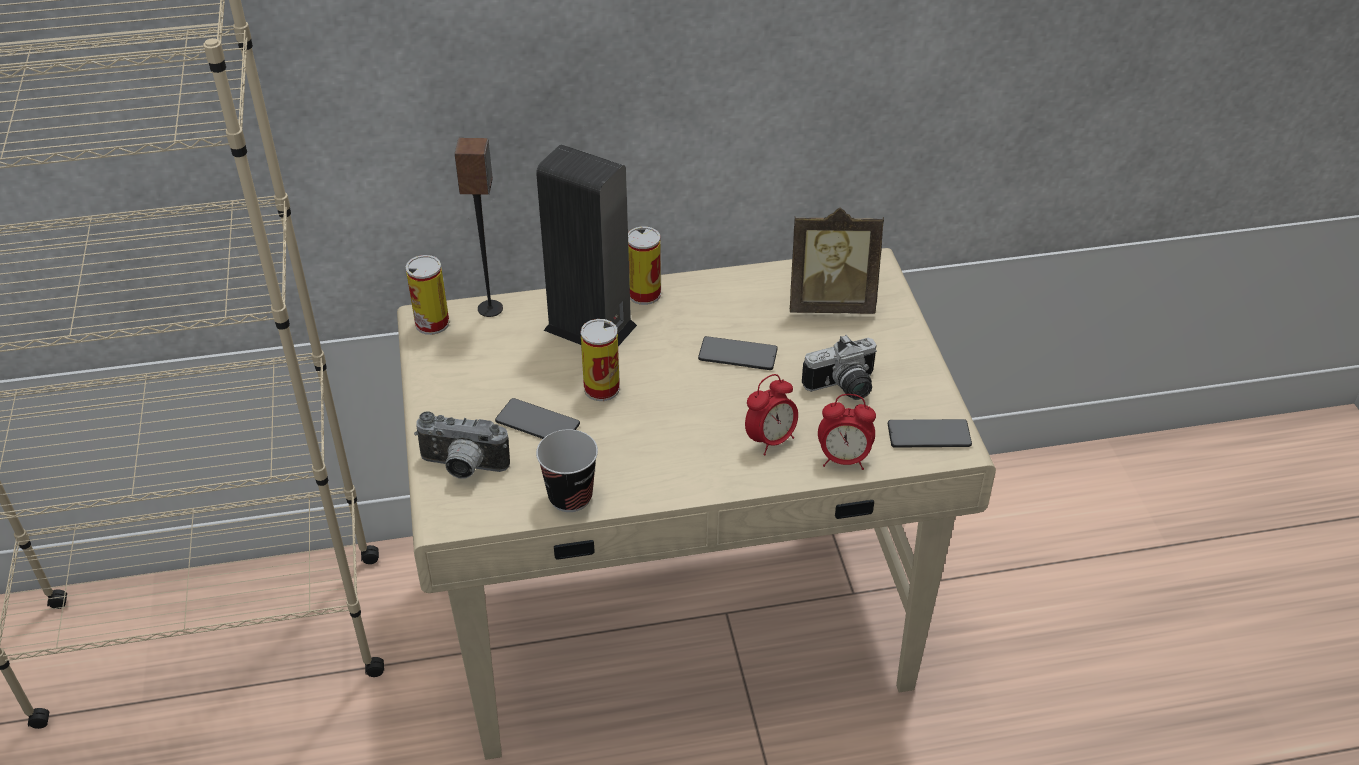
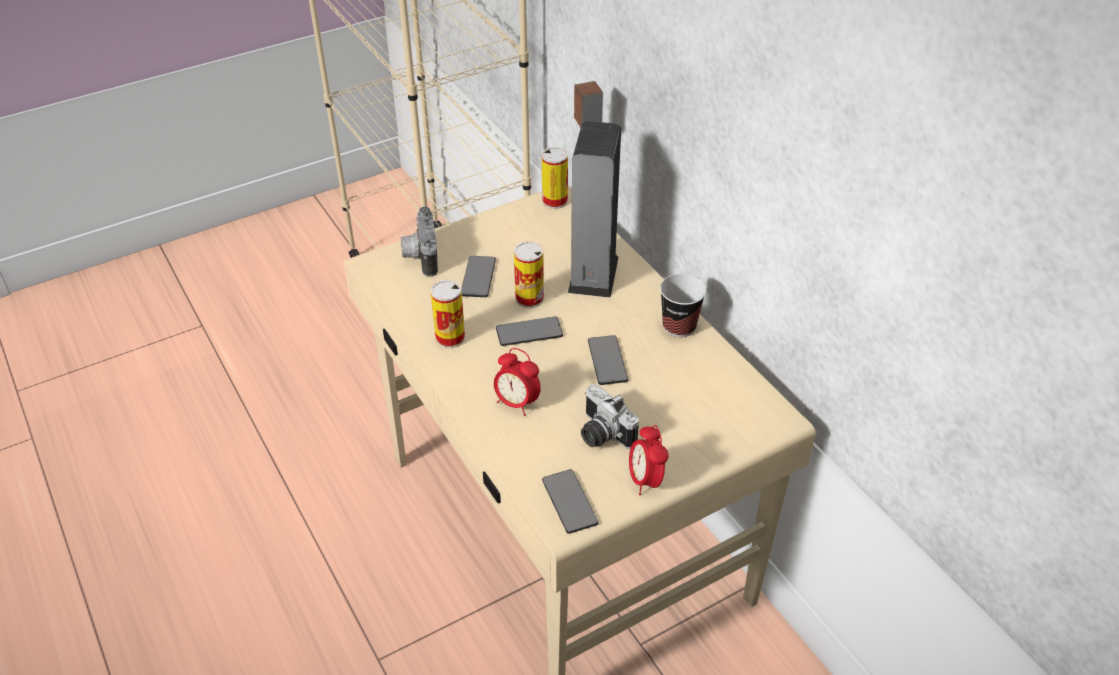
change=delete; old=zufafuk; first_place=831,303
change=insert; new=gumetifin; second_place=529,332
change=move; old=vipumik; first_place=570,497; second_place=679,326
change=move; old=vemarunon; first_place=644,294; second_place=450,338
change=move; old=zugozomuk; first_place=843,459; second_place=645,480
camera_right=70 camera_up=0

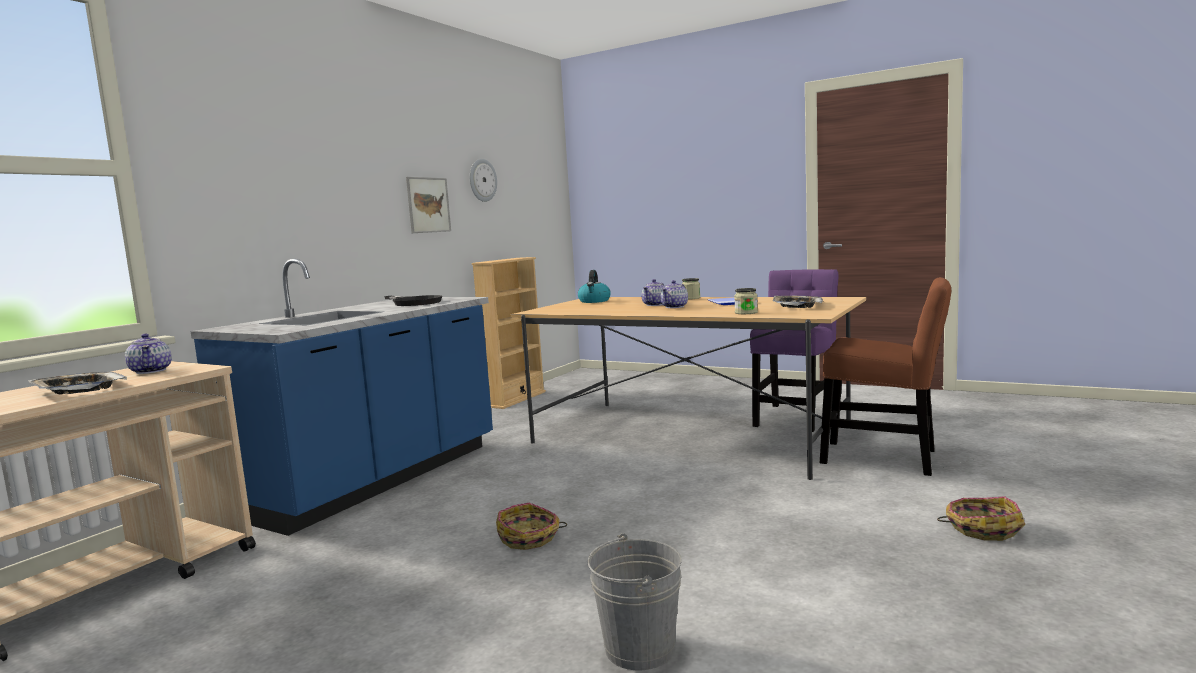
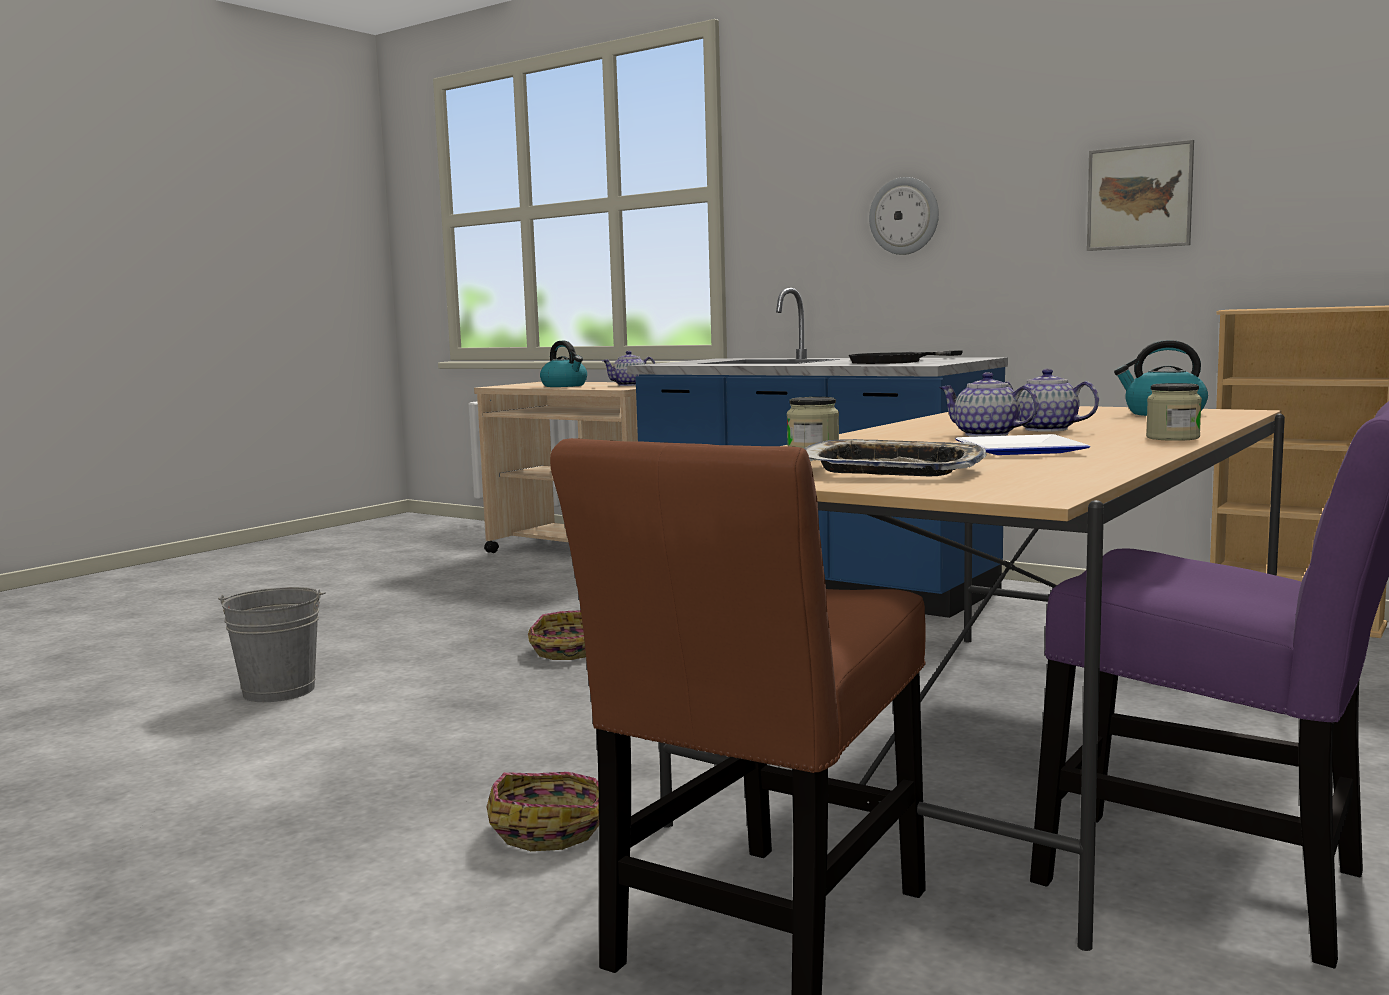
change=move; old=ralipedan; first_place=482,180; second_place=904,216
change=move; old=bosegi; first_place=981,529; second_place=551,828
change=replace; old=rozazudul; new=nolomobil; first_place=78,389; second_place=565,386
camera_right=95 camera_up=0

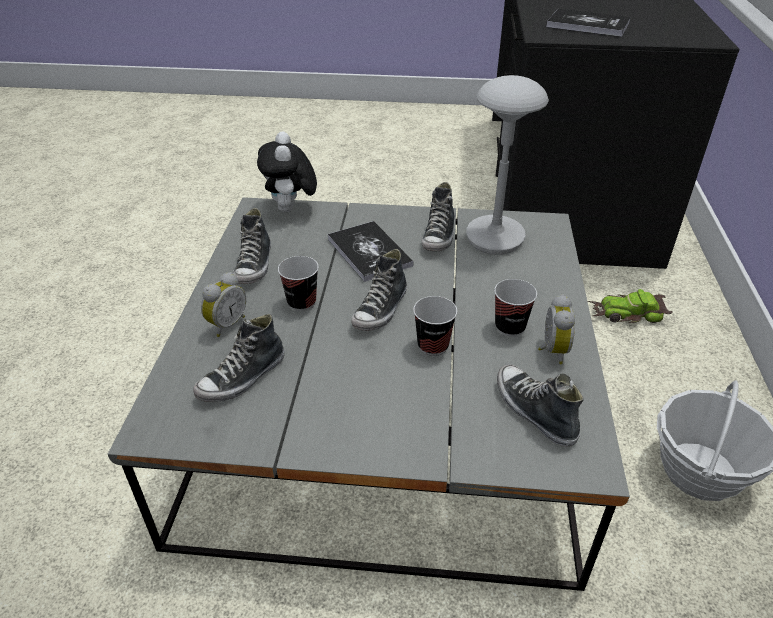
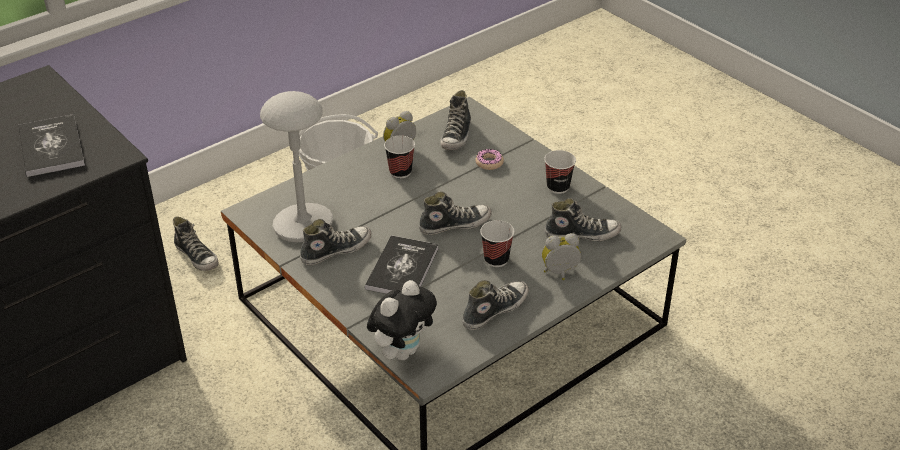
change=insert; new=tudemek; second_place=489,163
change=move; old=vipumik; first_place=433,345; second_place=558,187
change=replace; old=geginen; new=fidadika; first_place=627,313; second_place=197,257
camera_right=-135 camera_up=0

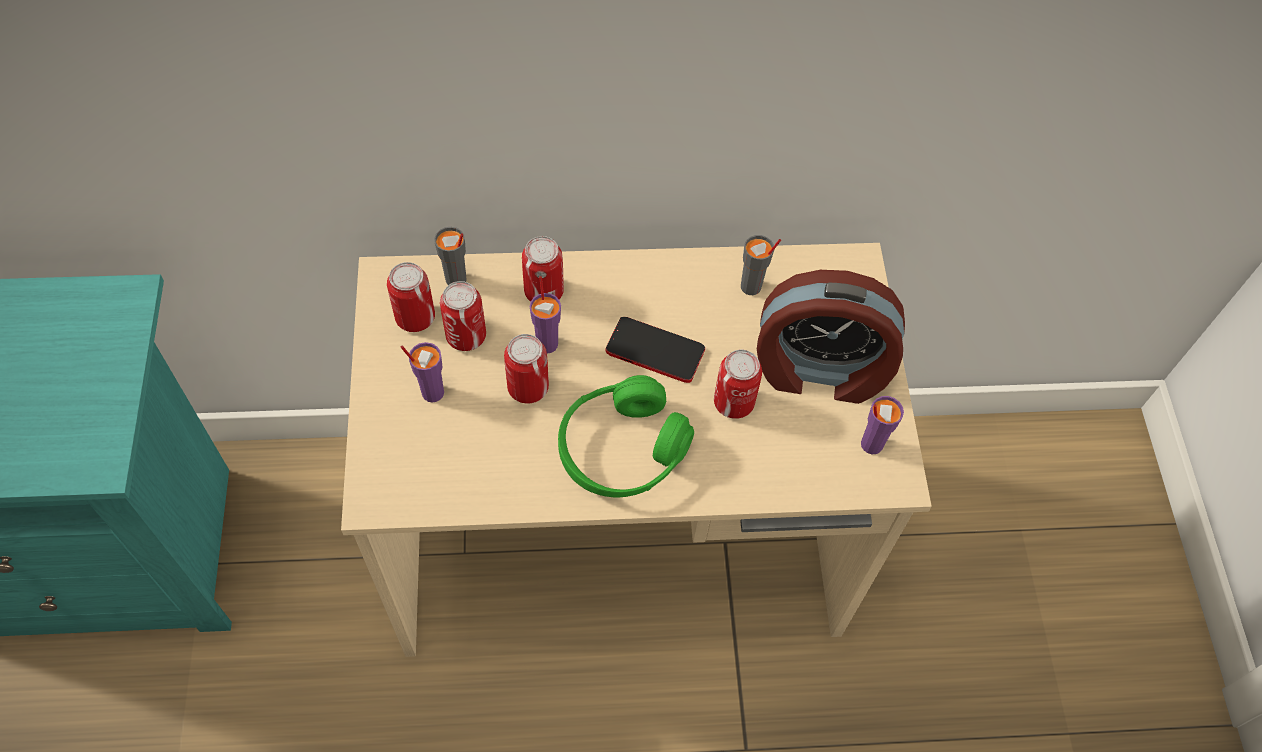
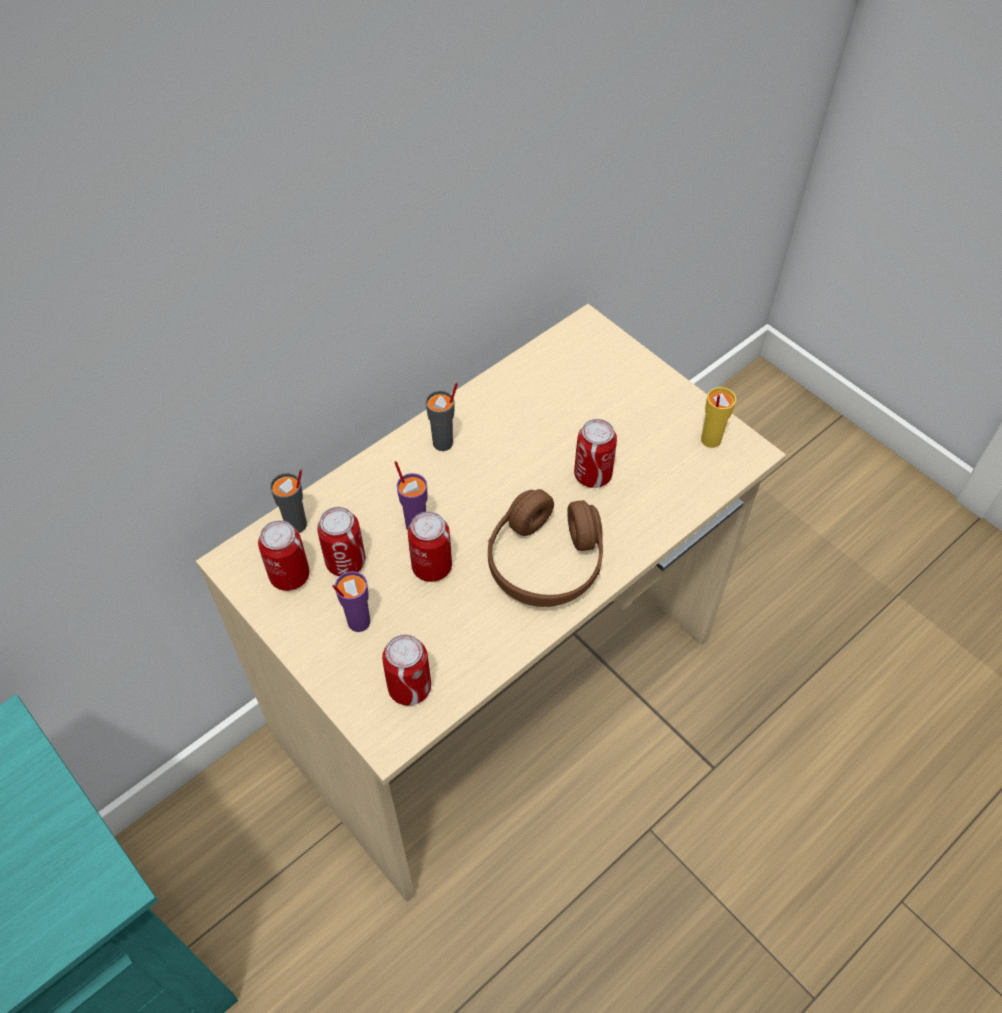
change=delete; old=gumetifin; first_place=655,350
change=delete; old=zugozomuk; first_place=820,370
change=move; old=vemarunon; first_place=544,291; second_place=409,687
change=move; old=grey vipumik; first_place=751,287; second_place=443,443
change=recolor; old=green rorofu; new=brown rorofu; first_place=622,449; second_place=545,562
change=recolor; old=purple vipumik; new=yellow vipumik; first_place=871,444; second_place=710,440
camera_right=-35 camera_up=-5

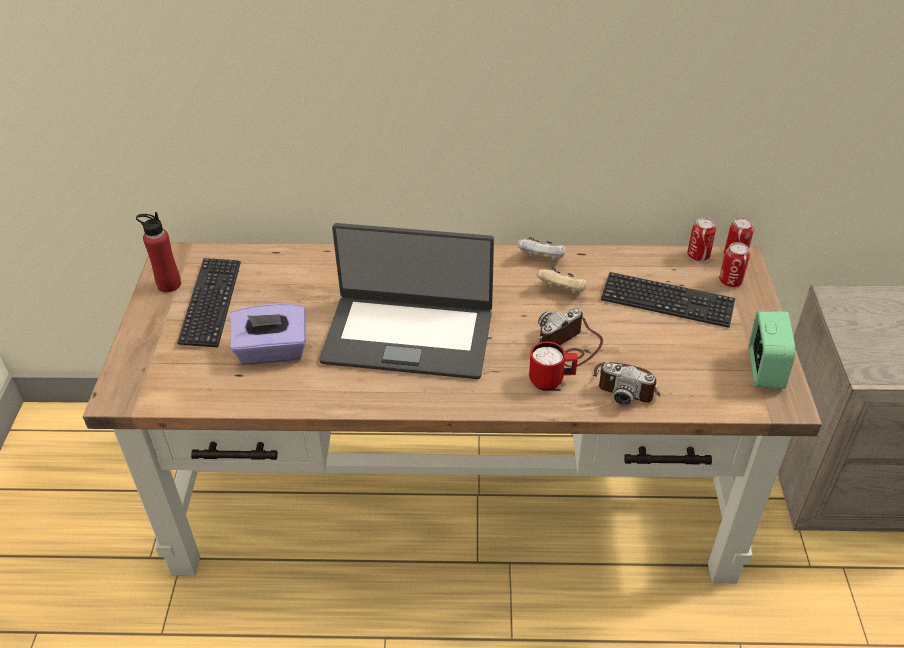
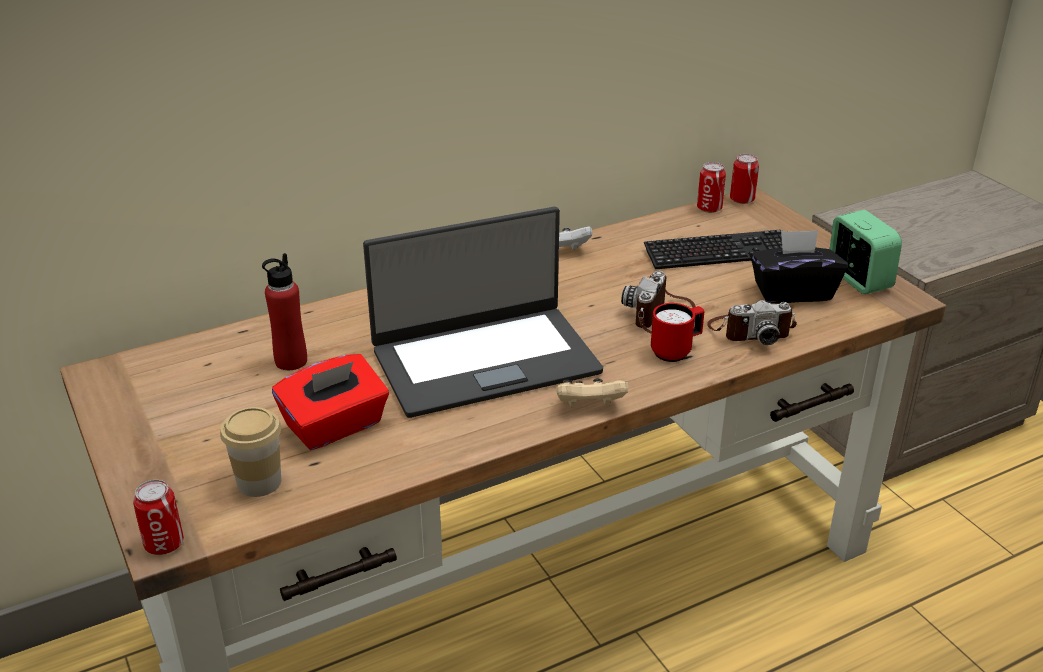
change=delete; old=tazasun; first_place=211,303
change=insert; new=vipumik; second_place=259,482
change=insert; new=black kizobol; second_place=792,292
change=move; old=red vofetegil; first_place=169,284; second_place=291,361
change=move; old=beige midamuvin; first_place=562,291; second_place=590,407
change=move; old=vemarunon; first_place=730,281; second_place=164,544
change=recolor; old=purple kizobol; new=red kizobol; first_place=272,351; second_place=335,426
camera_right=-30 camera_up=-10

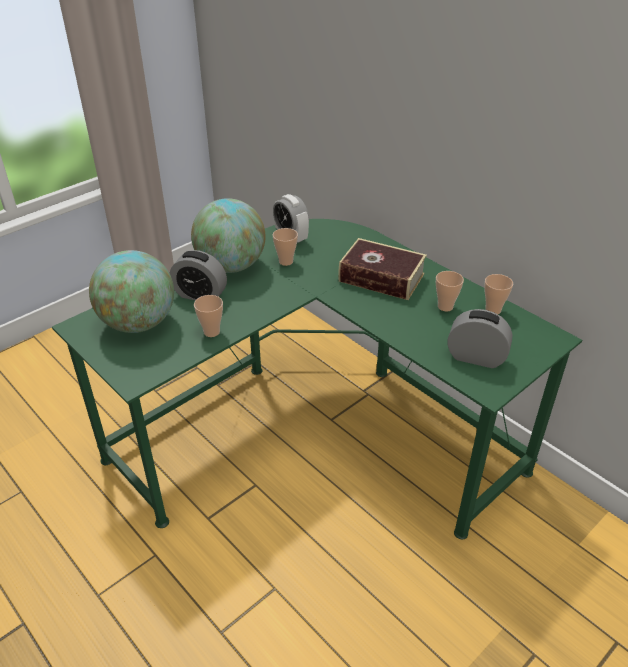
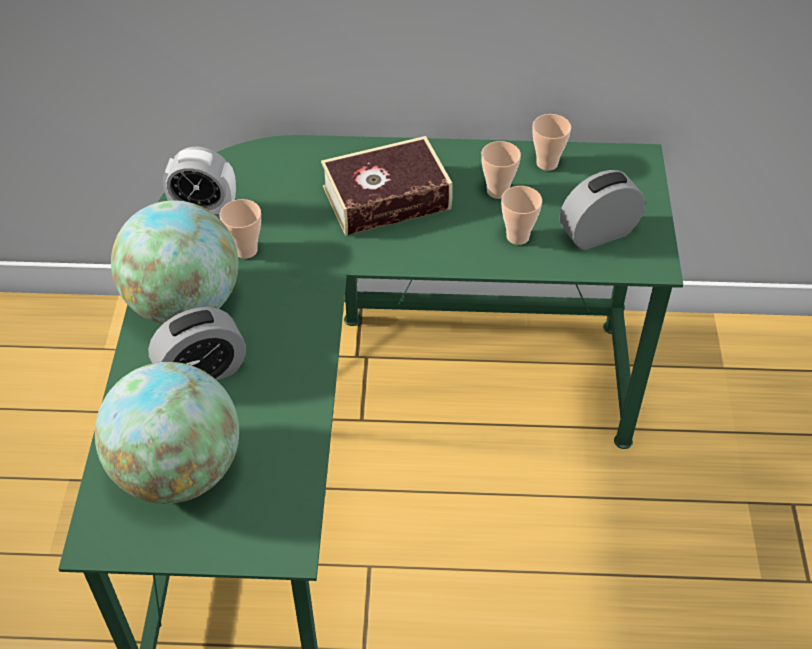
change=move; old=vipumik; first_place=211,332; second_place=517,236
camera_right=-45 camera_up=10

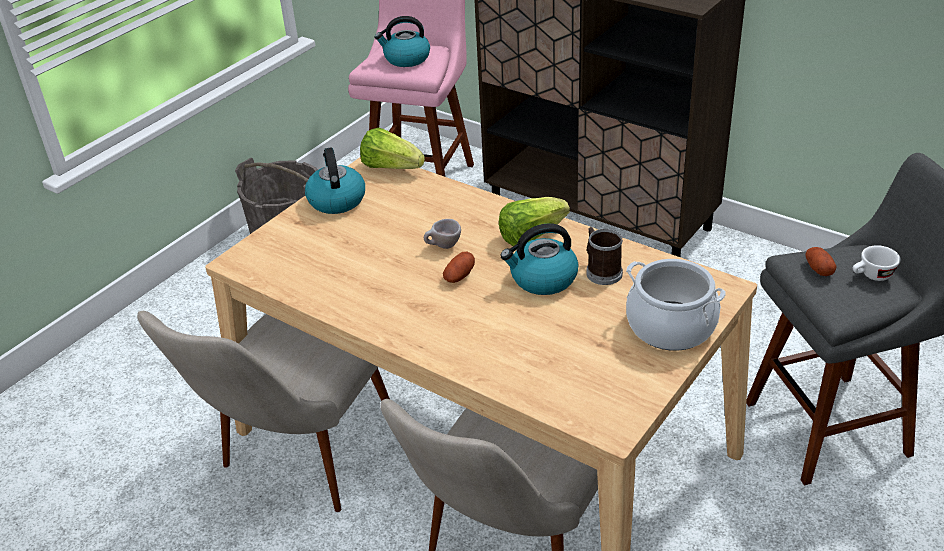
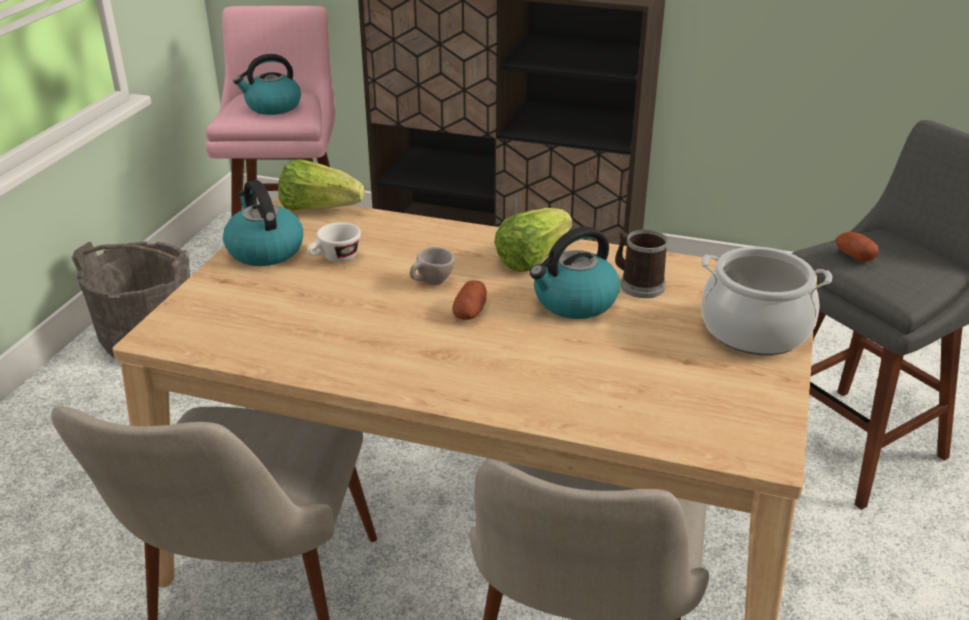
change=move; old=white vipumik; first_place=872,276; second_place=335,258
camera_right=-20 camera_up=-5

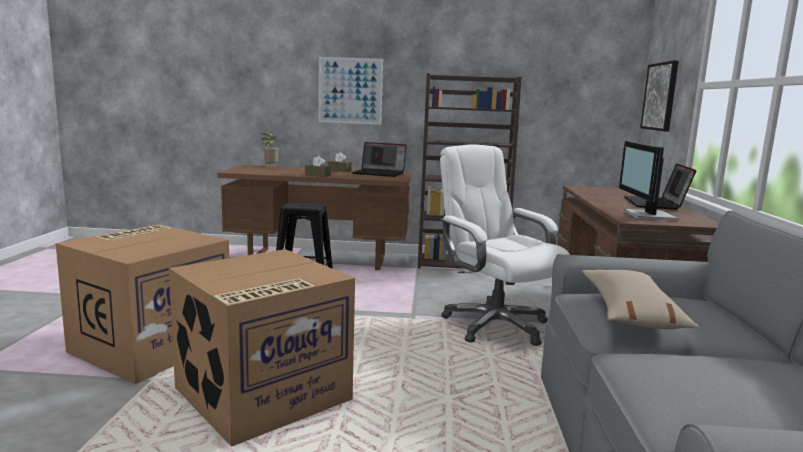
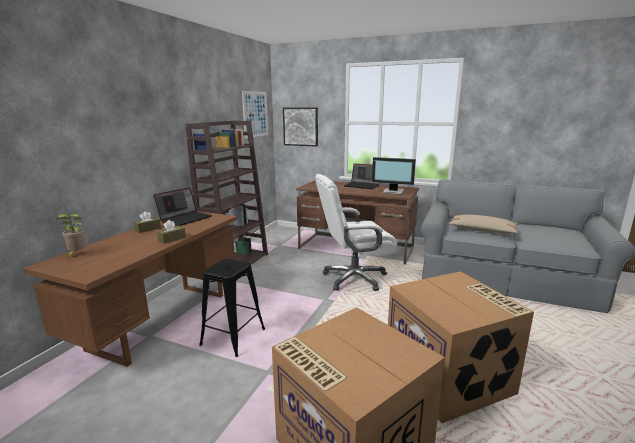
change=move; old=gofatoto; first_place=350,91; second_place=255,114
camera_right=-70 camera_up=5

